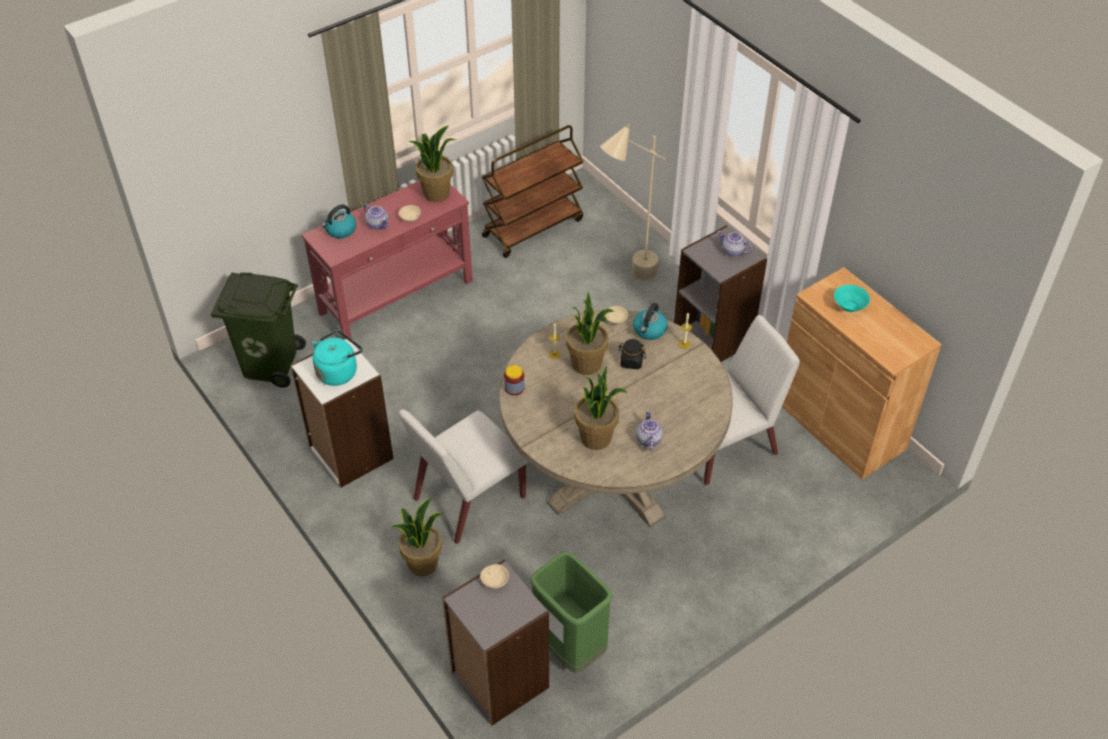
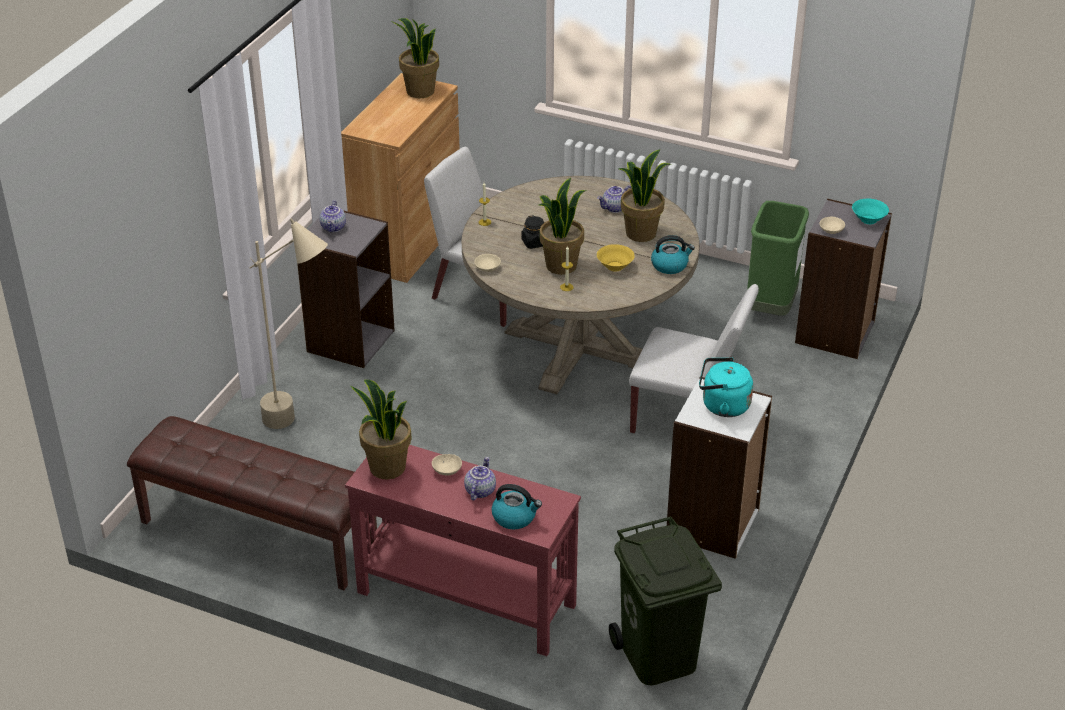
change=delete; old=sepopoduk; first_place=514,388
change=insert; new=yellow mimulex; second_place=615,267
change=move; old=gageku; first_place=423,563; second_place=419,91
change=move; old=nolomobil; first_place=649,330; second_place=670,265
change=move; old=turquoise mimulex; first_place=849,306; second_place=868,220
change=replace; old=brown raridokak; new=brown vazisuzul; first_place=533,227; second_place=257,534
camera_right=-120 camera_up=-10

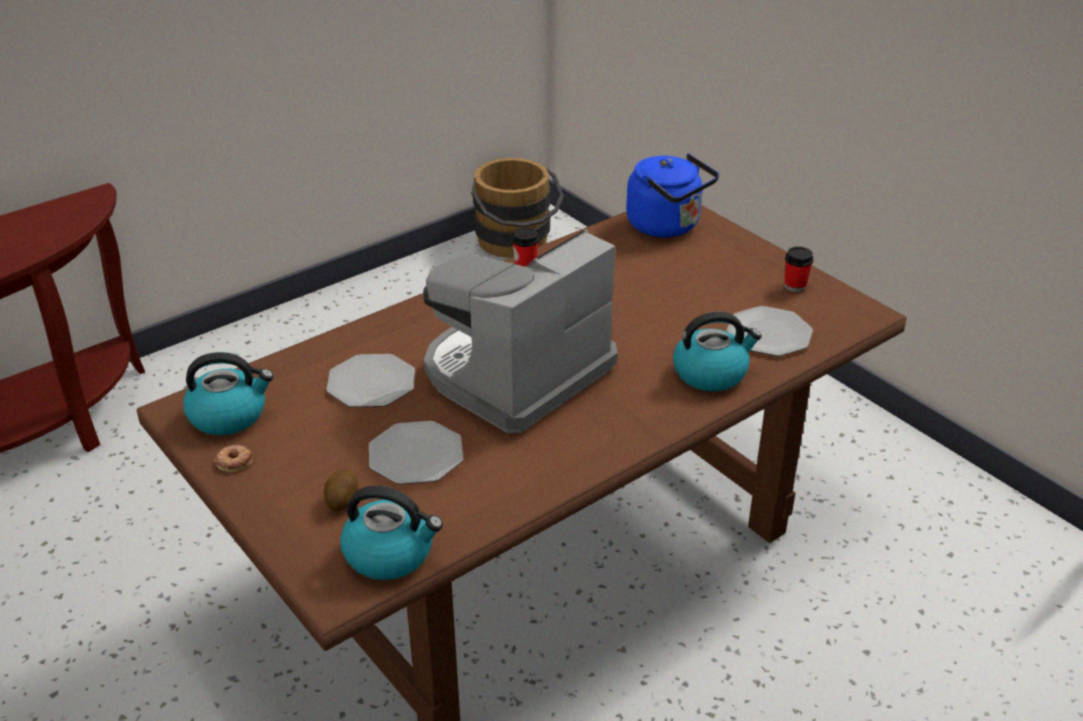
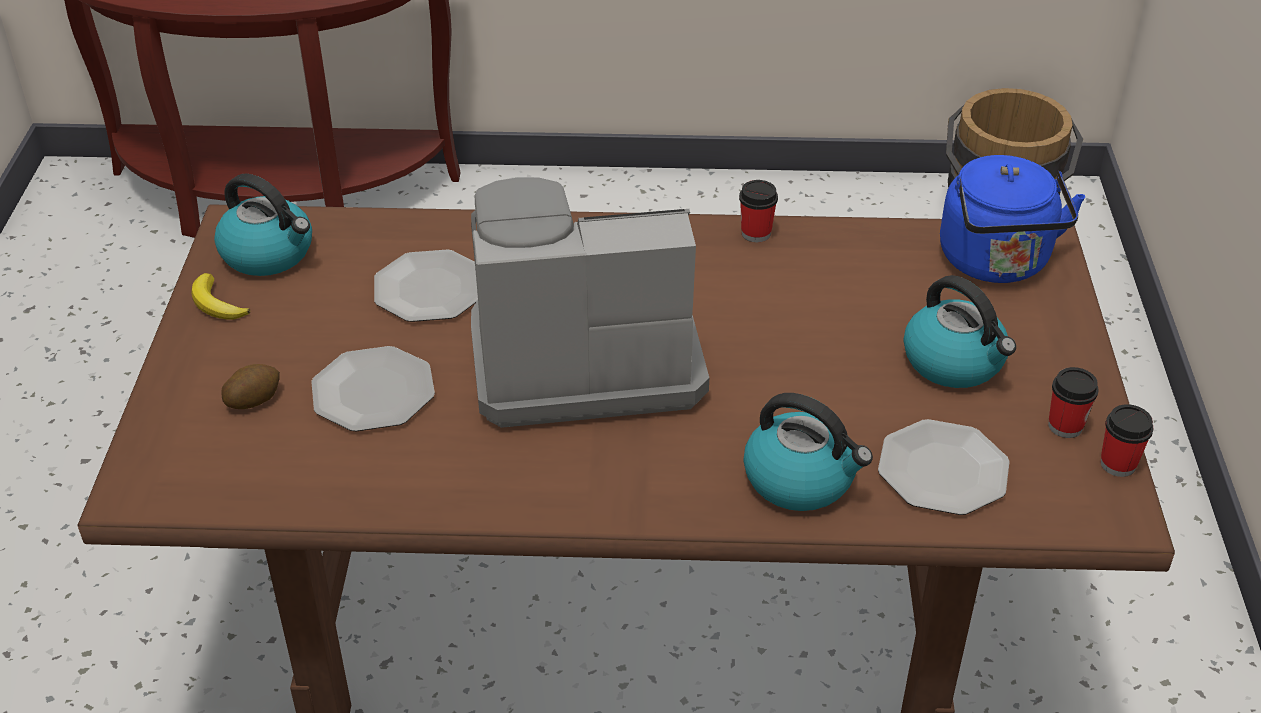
change=insert; new=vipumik; second_place=1118,464
change=move; old=nolomobil; first_place=390,554; second_place=955,362
change=replace; old=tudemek; new=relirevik; first_place=234,461; second_place=217,304
camera_right=40 camera_up=5

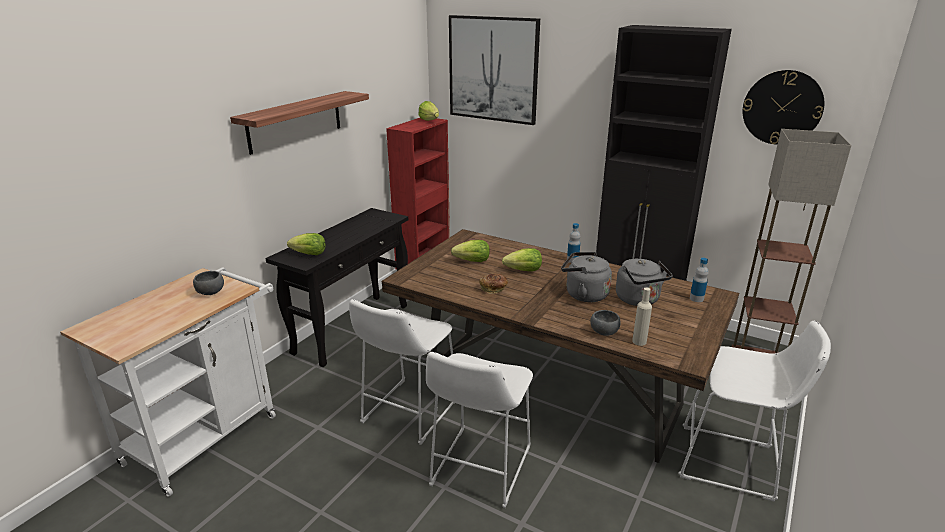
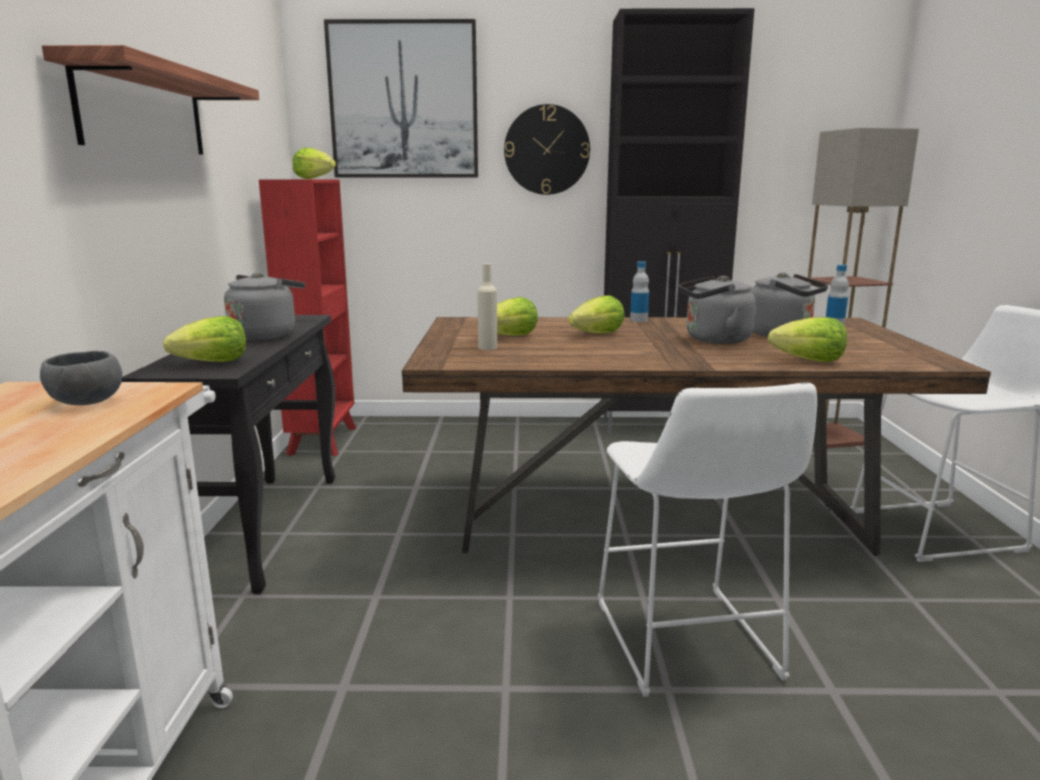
change=delete; old=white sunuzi; first_place=407,413
change=delete; old=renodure; first_place=494,289
change=insert; new=grey nolomobil; second_place=266,335
change=move; old=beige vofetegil; first_place=639,341; second_place=487,348
change=move; old=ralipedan; first_place=782,107; second_place=547,150
change=replace; old=grey mimulex; new=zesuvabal; first_place=604,333; second_place=809,361
camera_right=-30 camera_up=-10

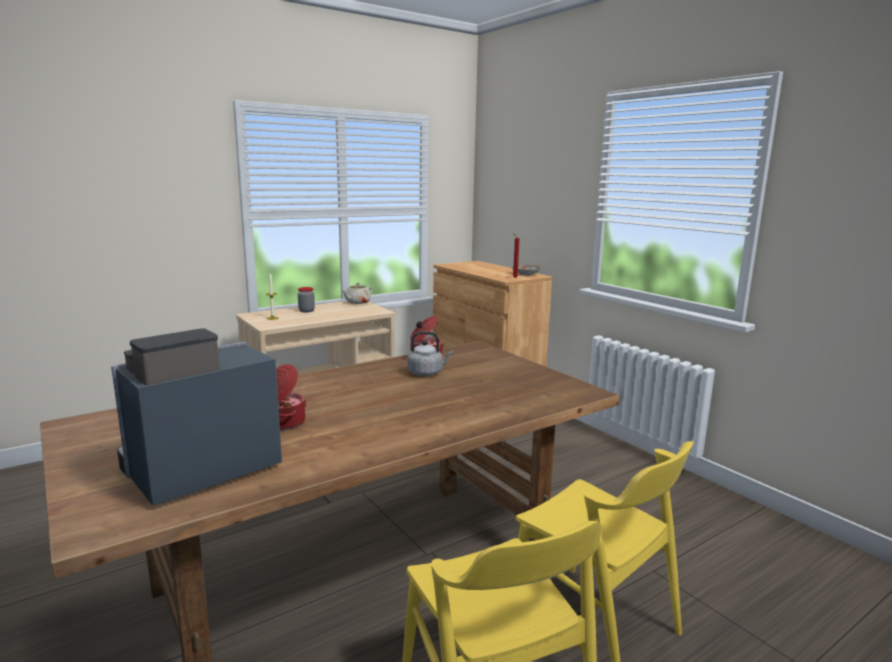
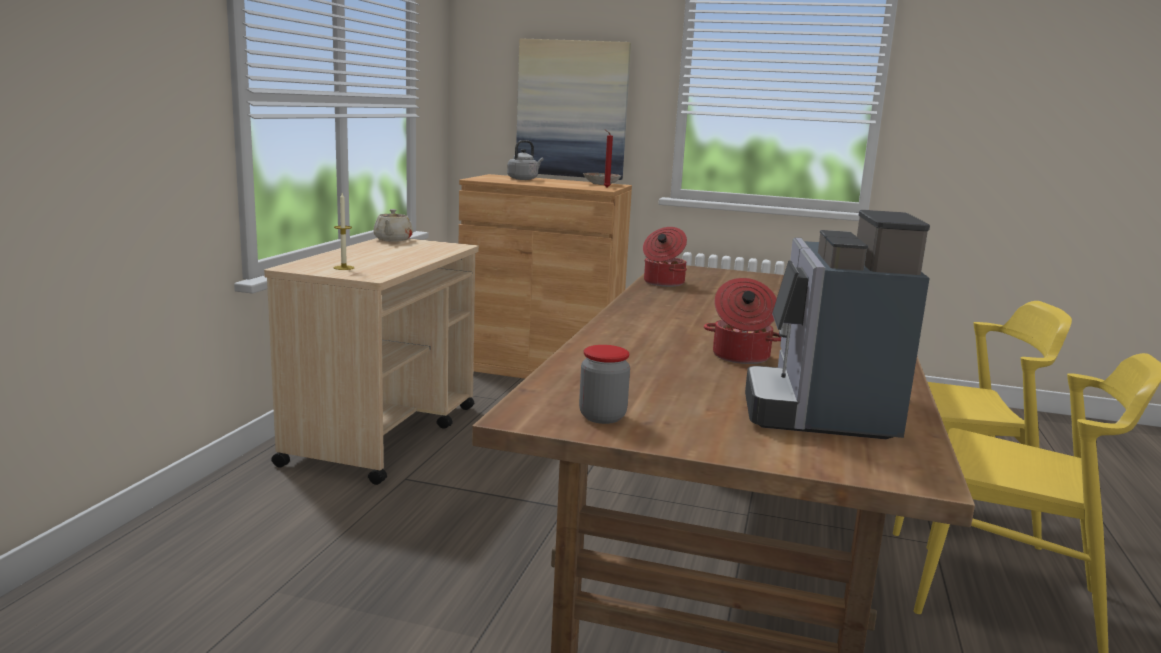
change=insert; new=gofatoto; second_place=572,109
change=move; old=sepopoduk; first_place=306,311; second_place=602,417
change=move; old=grey nolomobil; first_place=427,373; second_place=524,179
camera_right=-40 camera_up=0

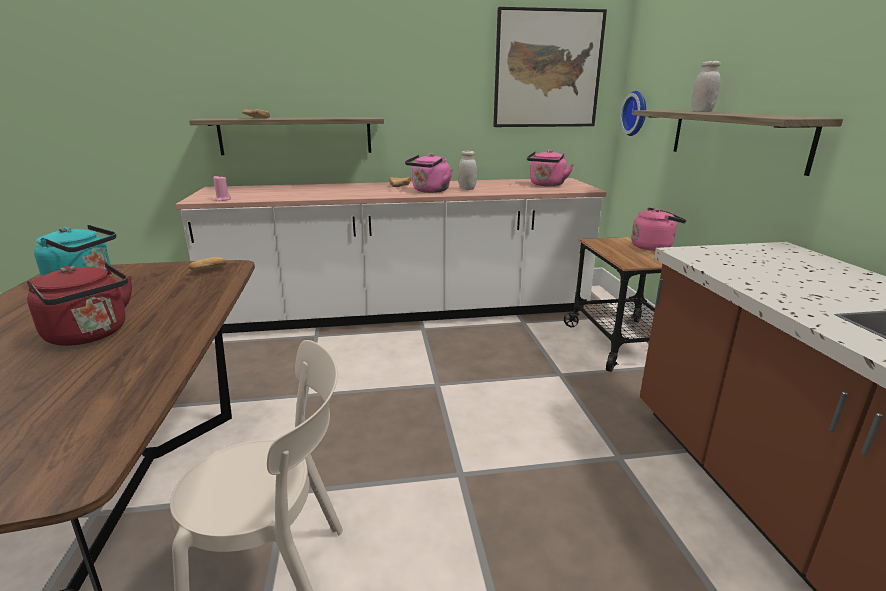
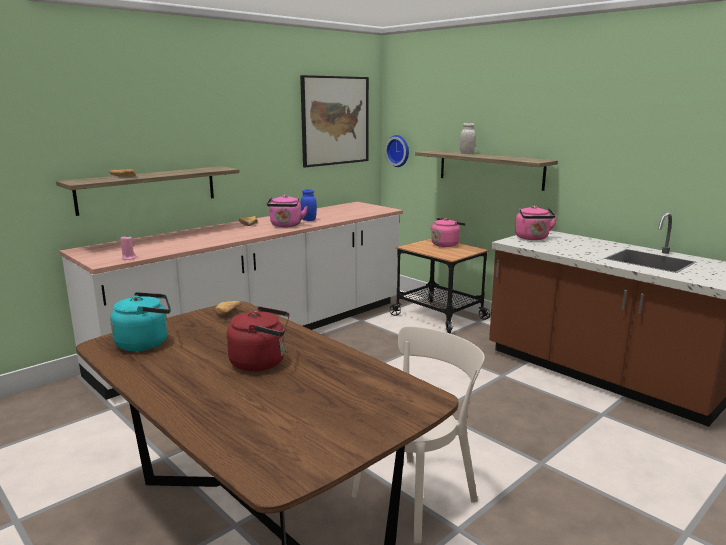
change=move; old=pink nolomobil; first_place=546,185; second_place=533,238
change=recolor; old=white sepopoduk; new=blue sepopoduk; first_place=467,189; second_place=308,220
camera_right=-35 camera_up=-5

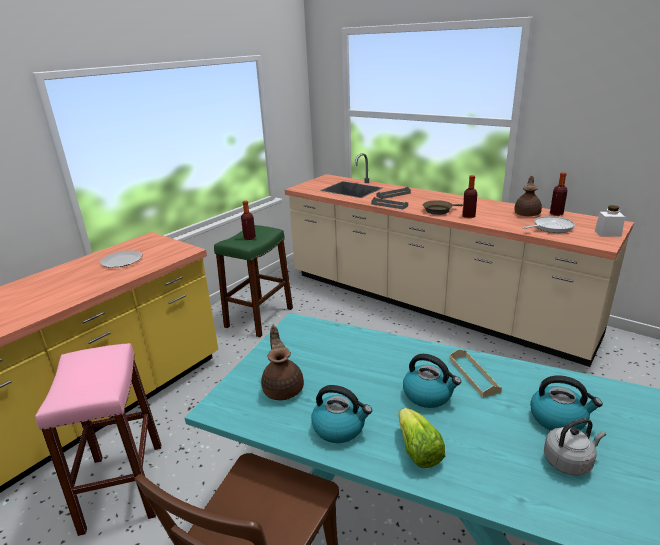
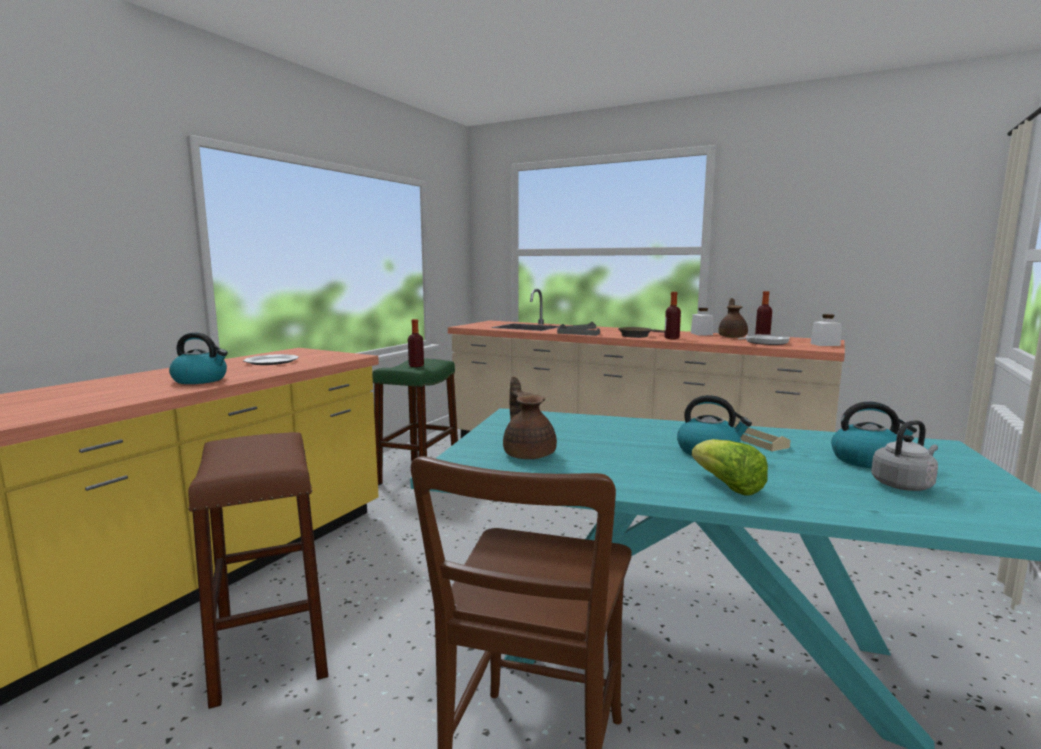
change=insert; new=white sepopoduk; second_place=701,334
change=move; old=nolomobil; first_place=340,427; second_place=201,380
change=recolor; old=pink sunuzi; new=brown sunuzi; first_place=123,486; second_place=270,647
camera_right=-10 camera_up=-15

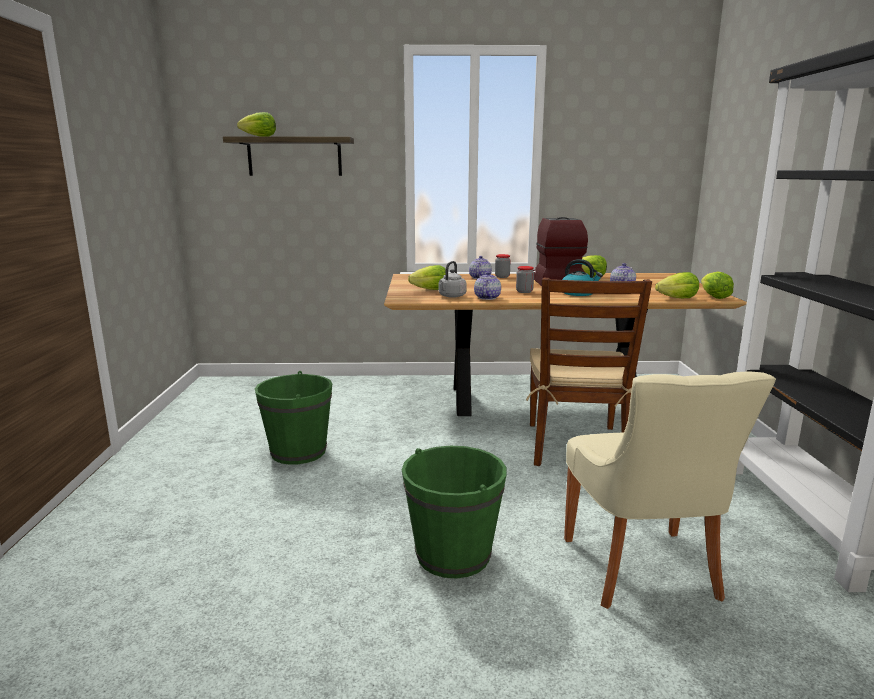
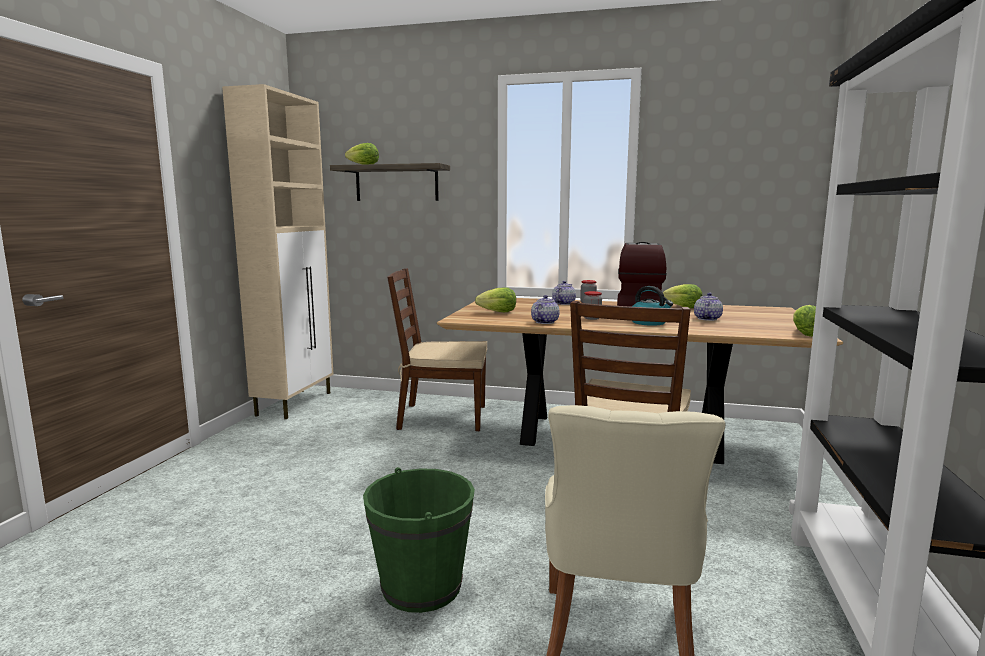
change=delete; old=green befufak; first_place=298,452
change=delete; old=grey nolomobil; first_place=451,296
change=delete; old=zesuvabal; first_place=677,298
change=insert; new=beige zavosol; second_place=295,403
change=insert; new=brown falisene; second_place=441,417
camera_right=15 camera_up=-5

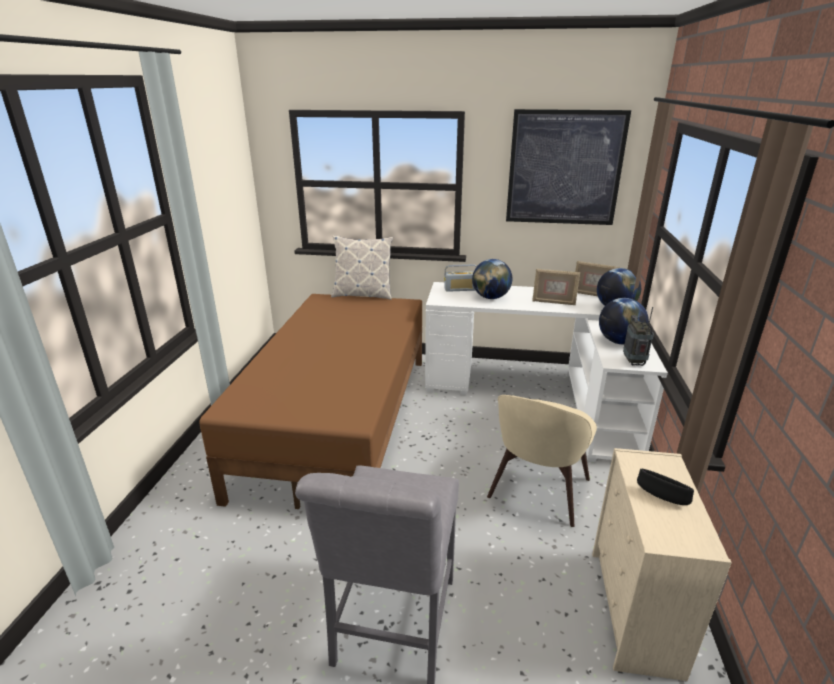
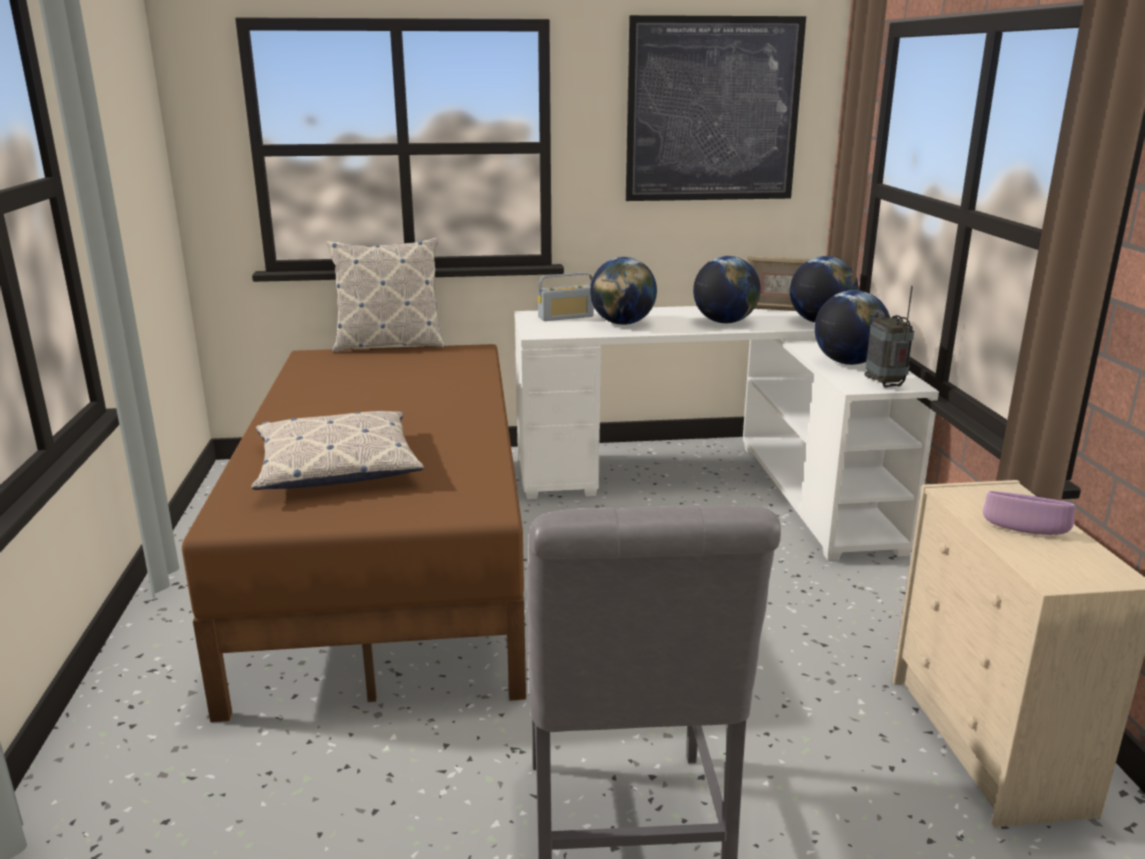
change=delete; old=beige falisene; first_place=537,491
change=insert; new=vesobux; second_place=336,466
change=replace; old=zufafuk; new=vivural; first_place=553,302; second_place=724,322
change=recolor; old=black mimulex; new=purple mimulex; first_place=661,497; second_place=1024,531
camera_right=-15 camera_up=-5

